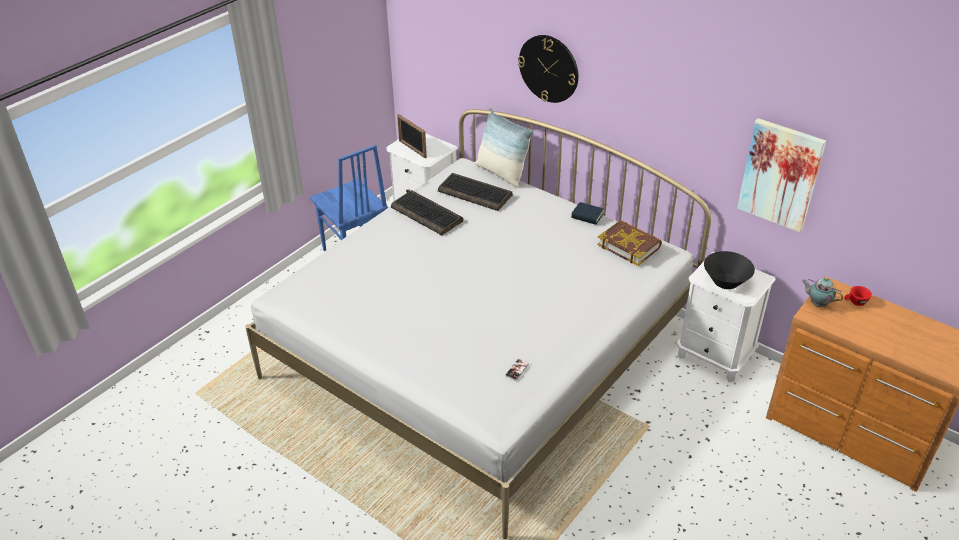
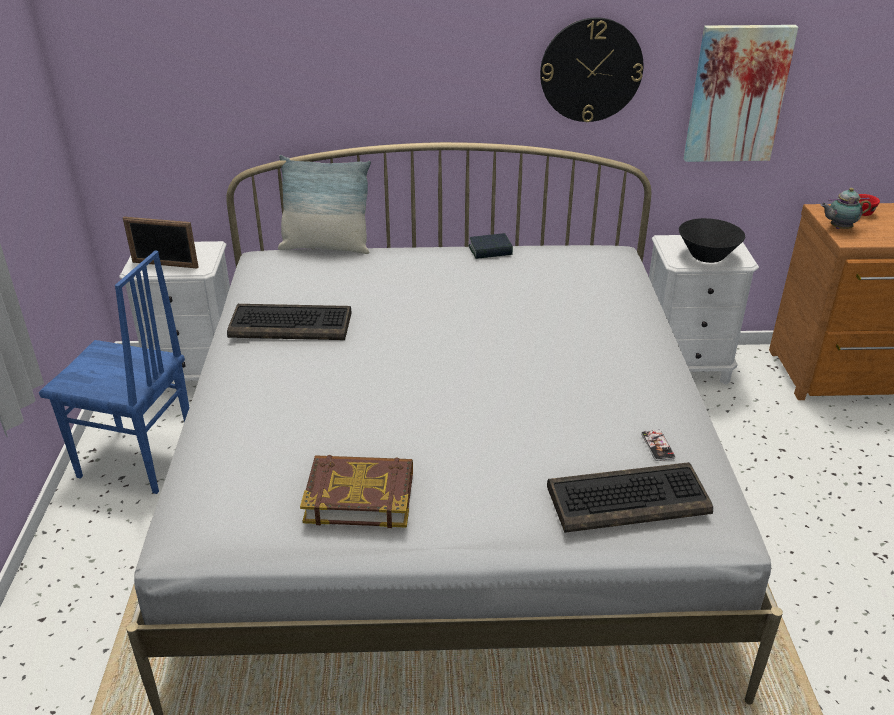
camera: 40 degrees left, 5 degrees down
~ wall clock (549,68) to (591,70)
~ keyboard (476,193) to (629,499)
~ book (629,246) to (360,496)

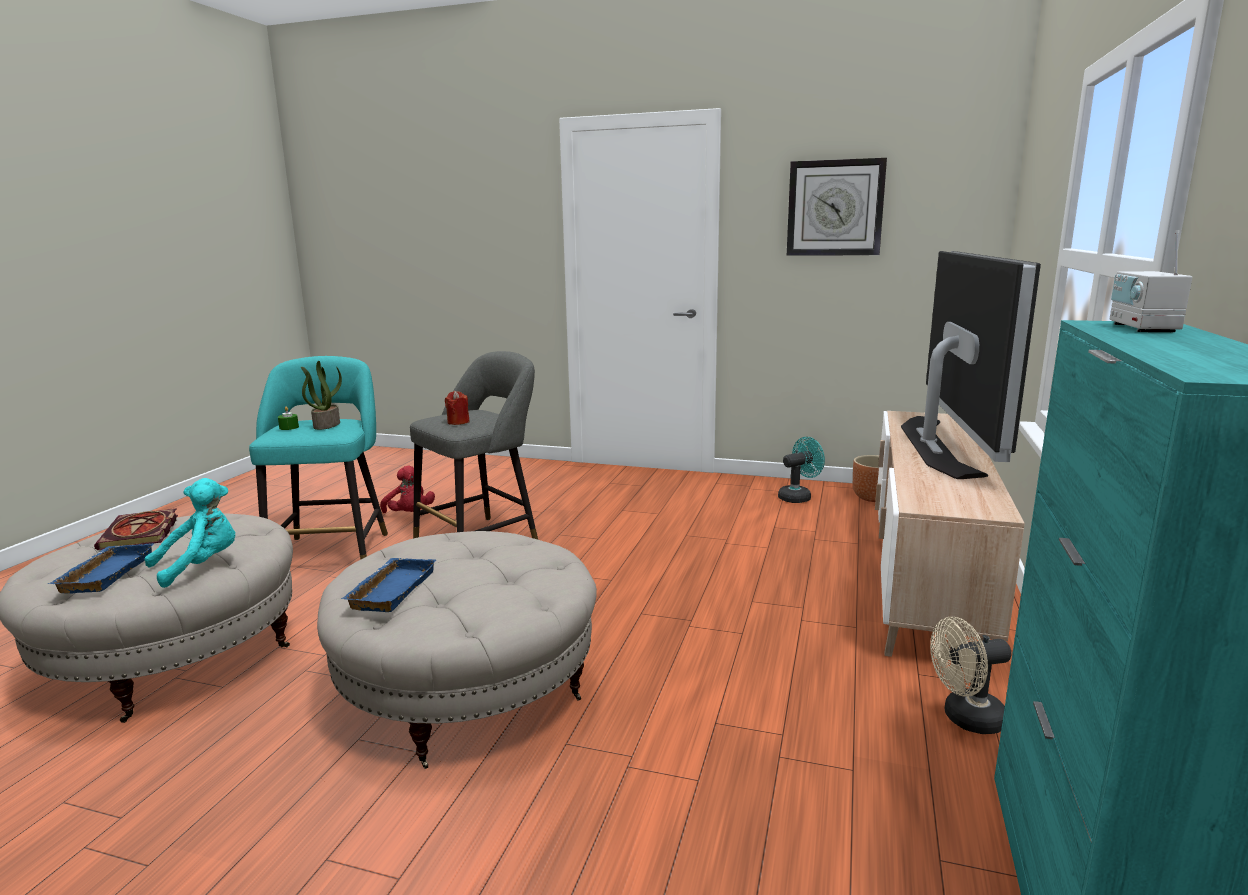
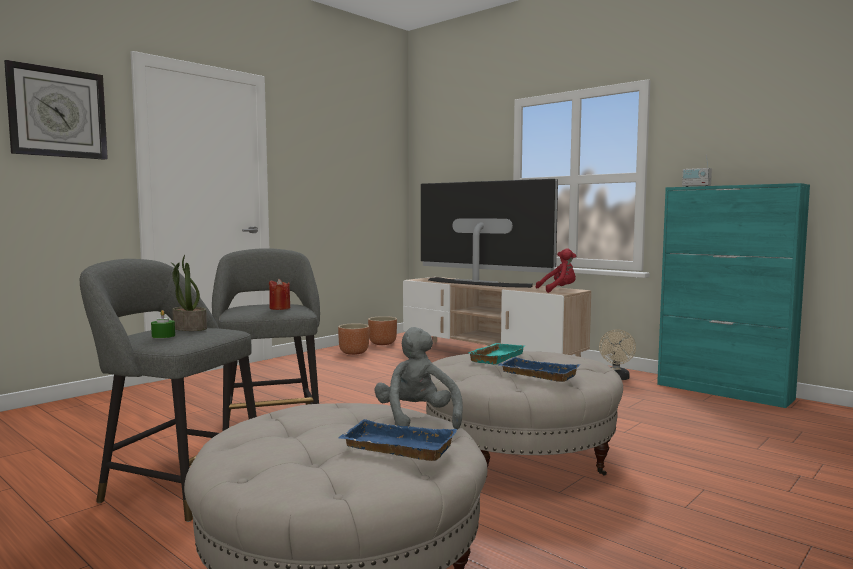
camera: 65 degrees left, 10 degrees down
~ wall clock (835,208) to (57,113)
~ turquoise stool (331,551) to grey stool (177,486)
~ turquoise fan (798,497) to brown planter (353,352)
~ red plush toy (410,515) to (558,290)
~ turquoise plush toy (201,566) to grey plush toy (417,419)
- book (141,533)
+ turquoise tray (495,357)

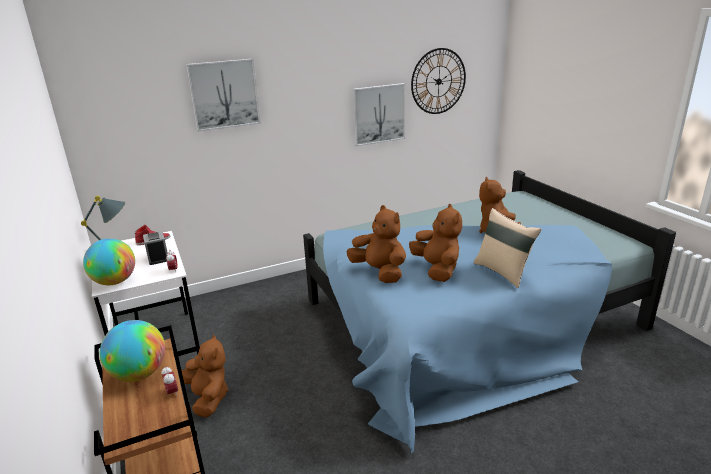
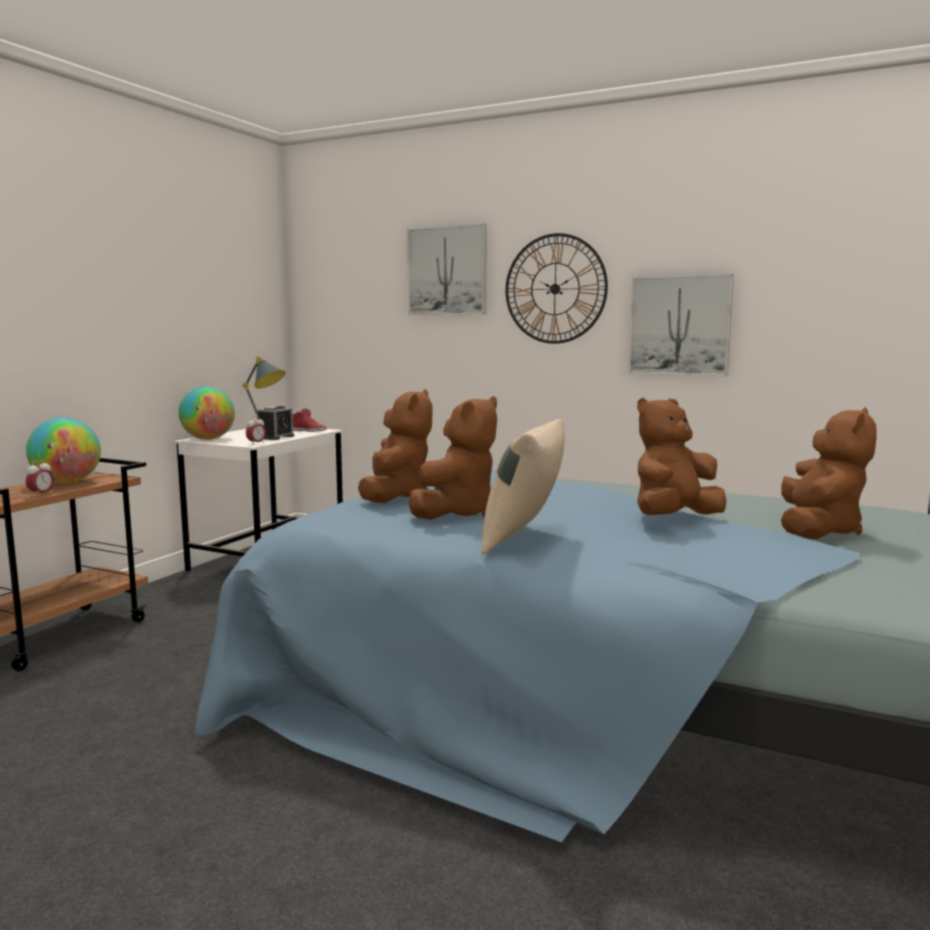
camera: 50 degrees right, 15 degrees down
~ wall clock (438,81) to (555,289)
~ brown plush toy (208,398) to (818,531)

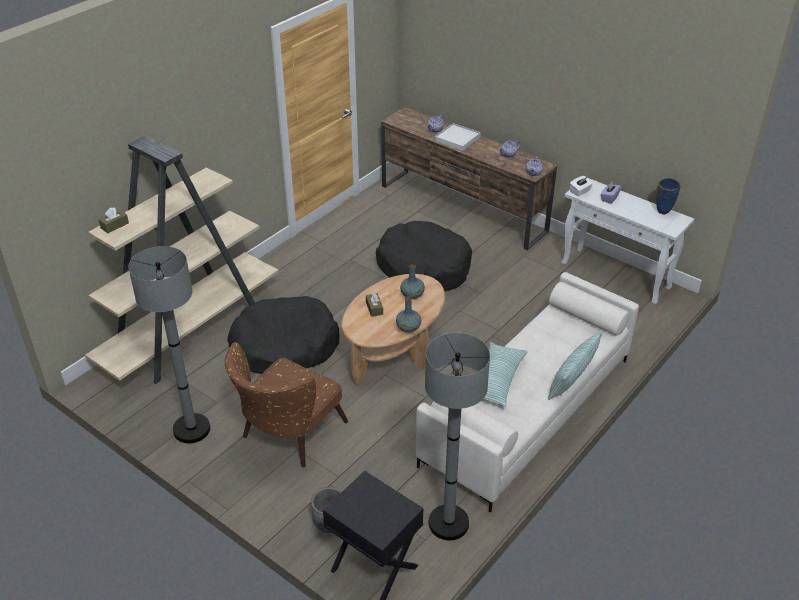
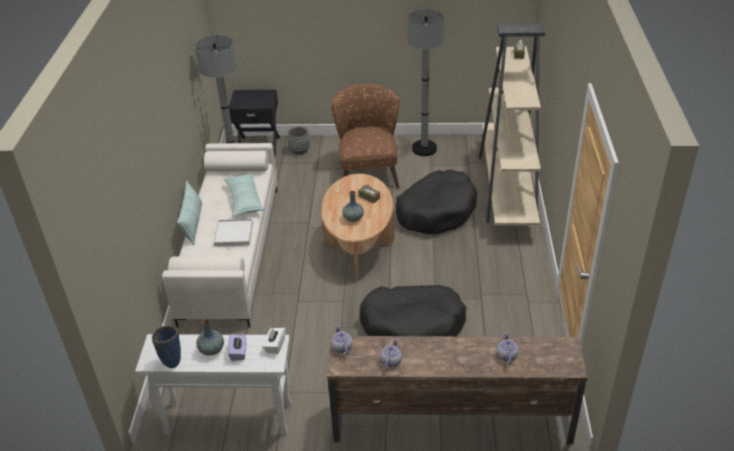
camera: 145 degrees right, 0 degrees up
~ white tray (457,138) to (234,234)
~ vase (408,328) to (211,350)

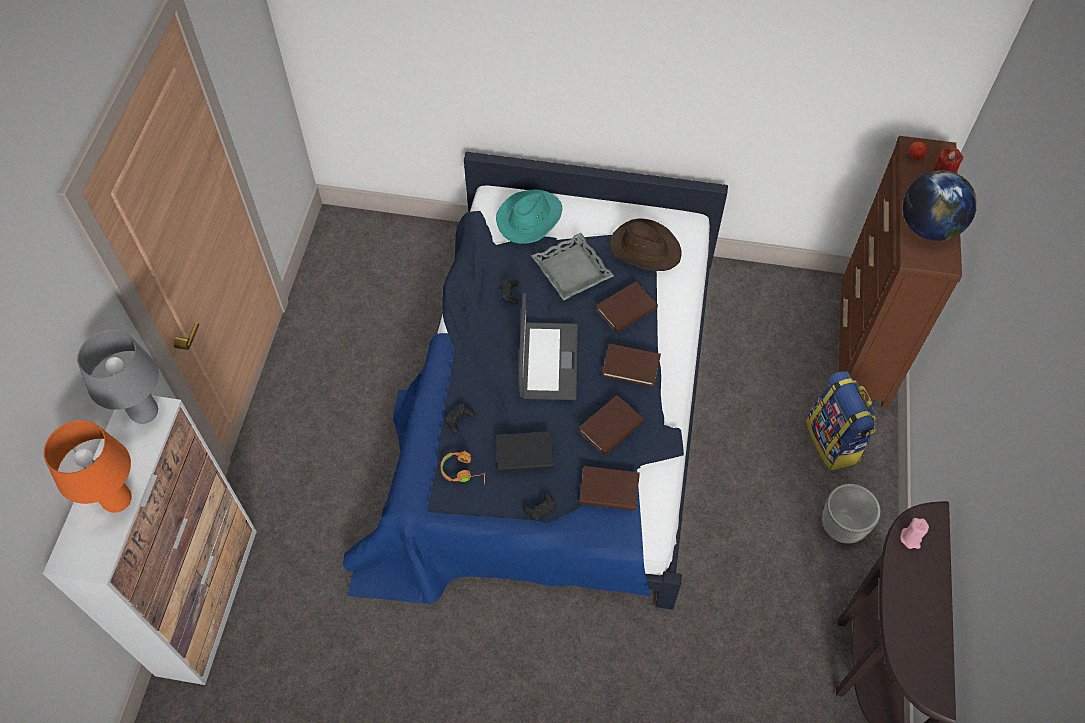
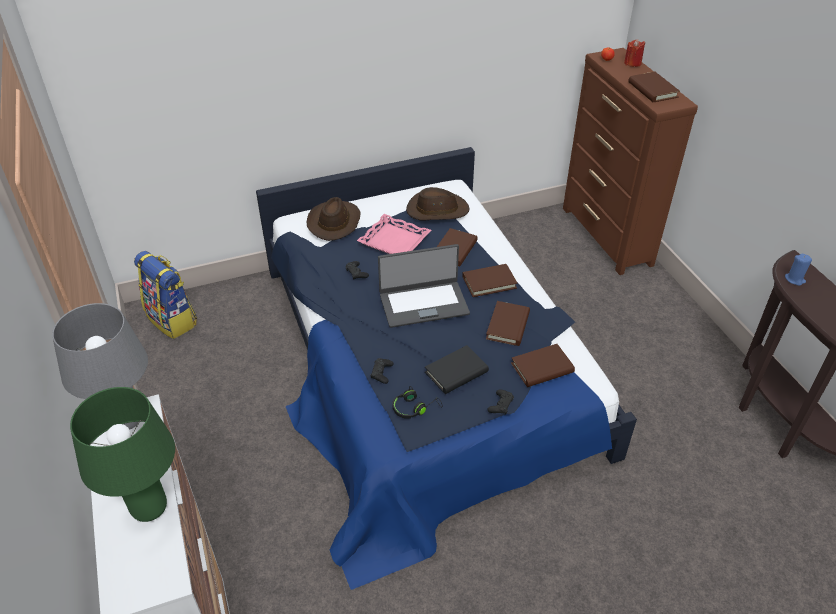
camera: 30 degrees left, 15 degrees down
~ globe (928,227) to brown book (652,90)
~ turquoise hat (529,218) to brown hat (334,222)
~ grey tray (572,270) to pink tray (394,241)
~ laptop (547,361) = (423,303) 105 degrees clockwise
~ backpack (834,441) to (173,320)
~ orange table lamp (117,500) to green table lamp (148,508)
~ orange headphones (463,471) to black headphones (415,408)
- planter (842,527)
~ pink candle (910,538) to blue candle (795,279)

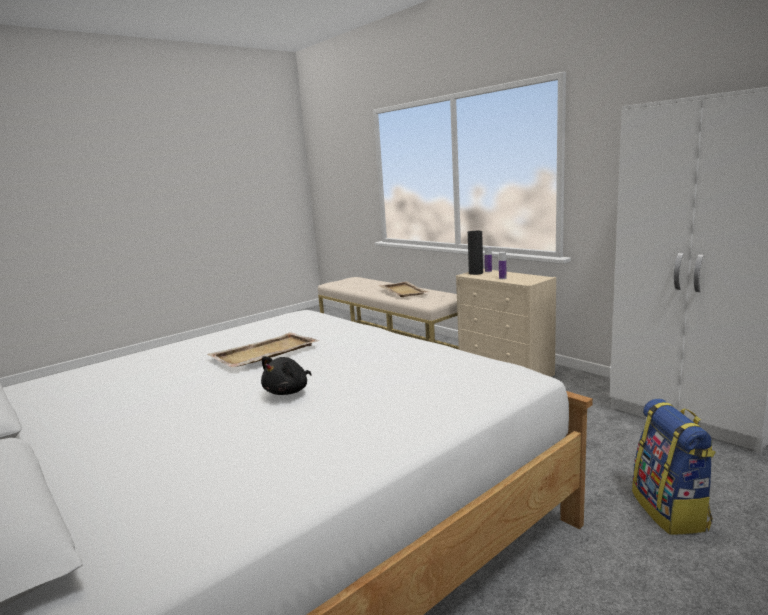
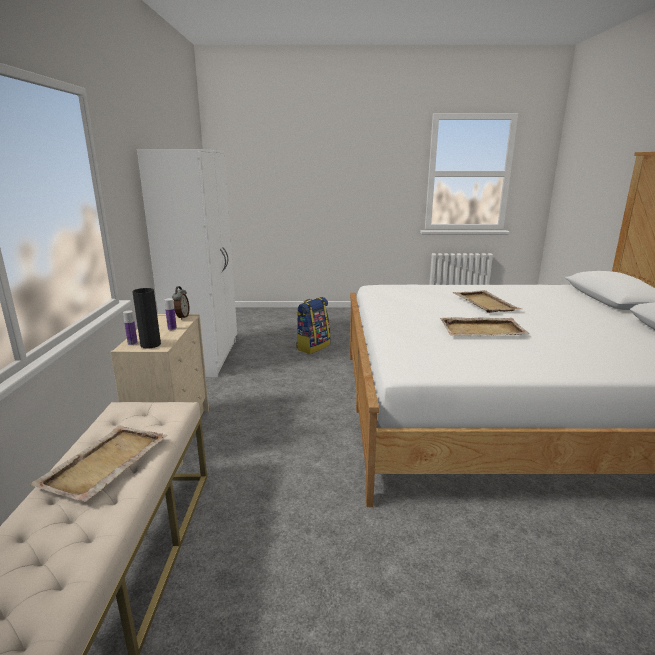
camera: 140 degrees left, 5 degrees up
~ black plush toy (288,391) to beige tray (484,303)
+ alarm clock (182,317)

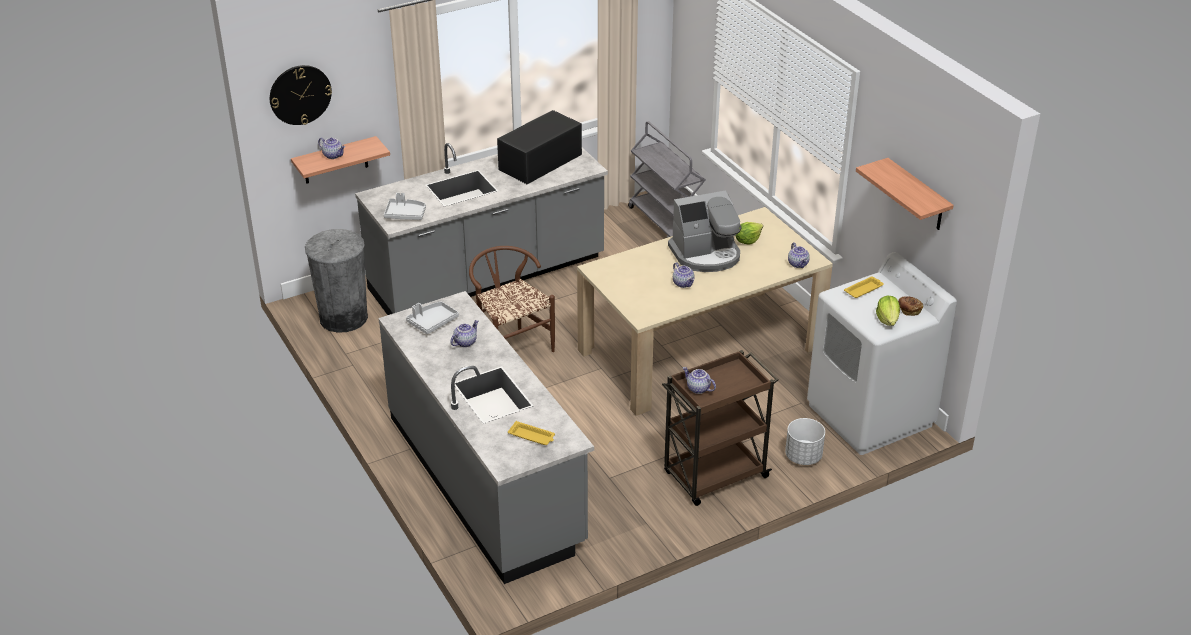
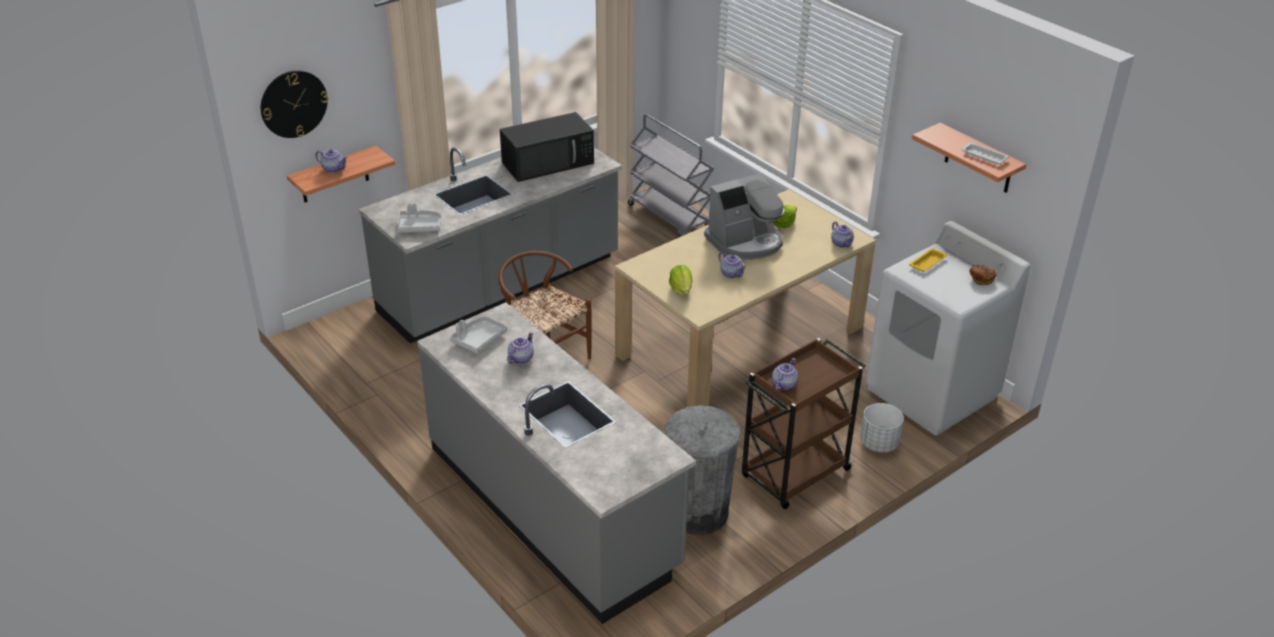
camera: 10 degrees left, 0 degrees up
~ black microwave (539,162) = (549,162) 150 degrees counterclockwise
~ grey trash can (343,317) to (697,512)
~ lettuce (887,320) to (681,289)
~ teapot (697,389) = (783,384) 90 degrees clockwise
- yellow tray (532,436)
+ white tray (983,156)

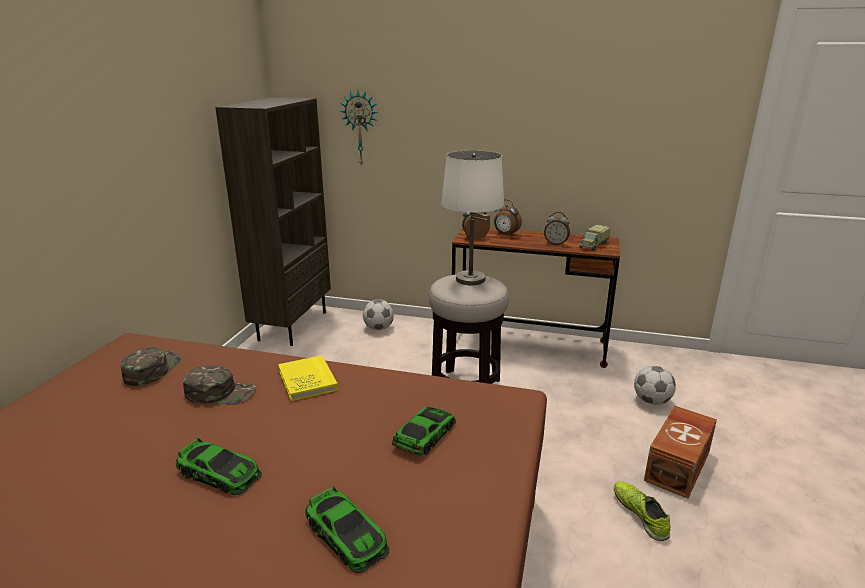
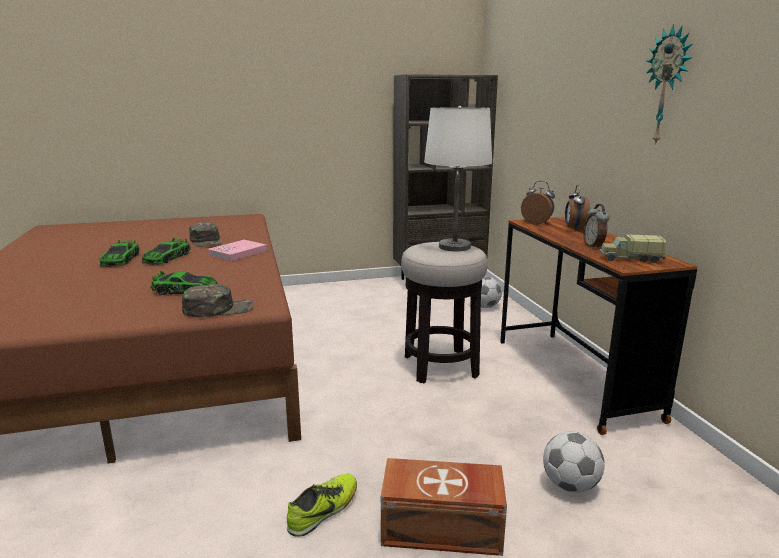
camera: 60 degrees right, 5 degrees down
~ wall clock (360,128) to (668,86)
~ green cap (152,369) to (219,309)
~ yellow book (307,380) to pink book (238,252)
~ toy car (346,536) to (166,258)

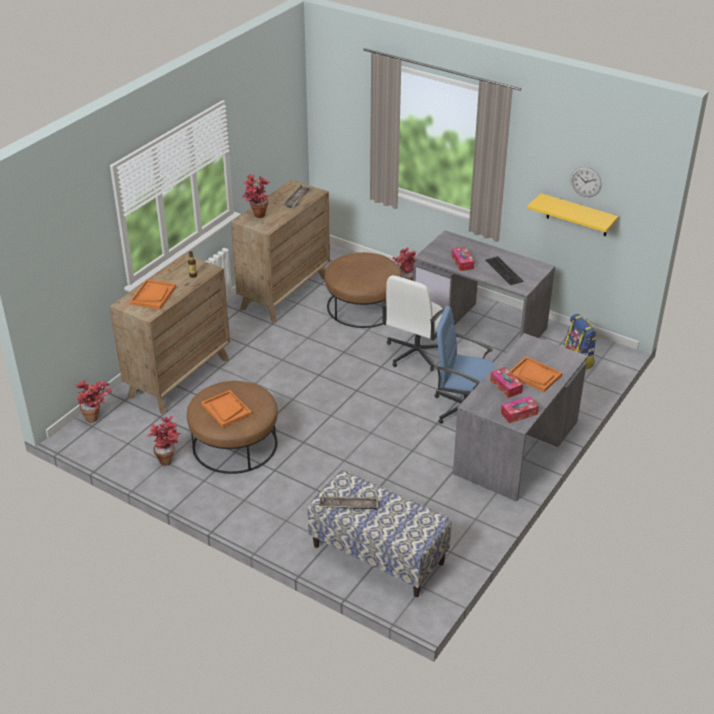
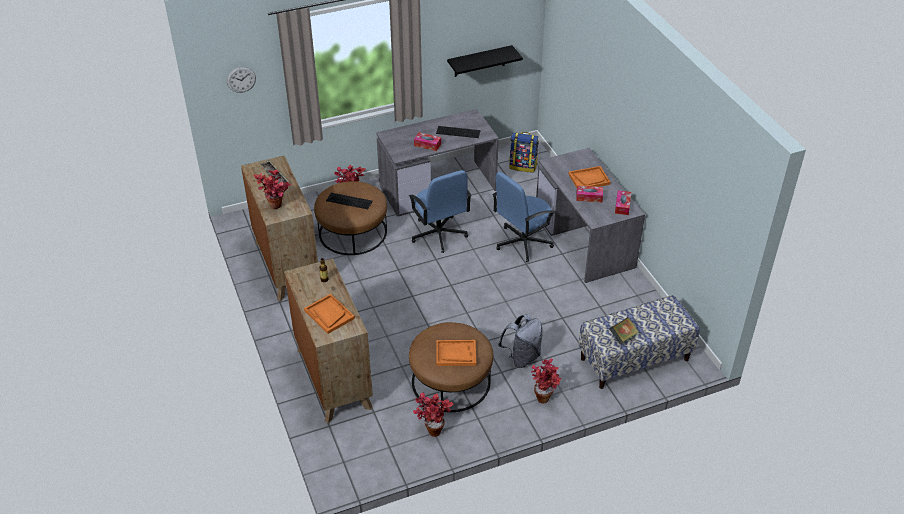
camera: 55 degrees left, 5 degrees up
~ wall clock (586,181) to (241,79)
~ yellow shelf (577,215) to black shelf (479,61)
~ white office chair (415,353) to blue office chair (438,234)
~ potted plant (97,418) to (544,396)
~ tray (348,505) to book (623,336)
+ keyboard (350,200)
+ grey backpack (522,357)

